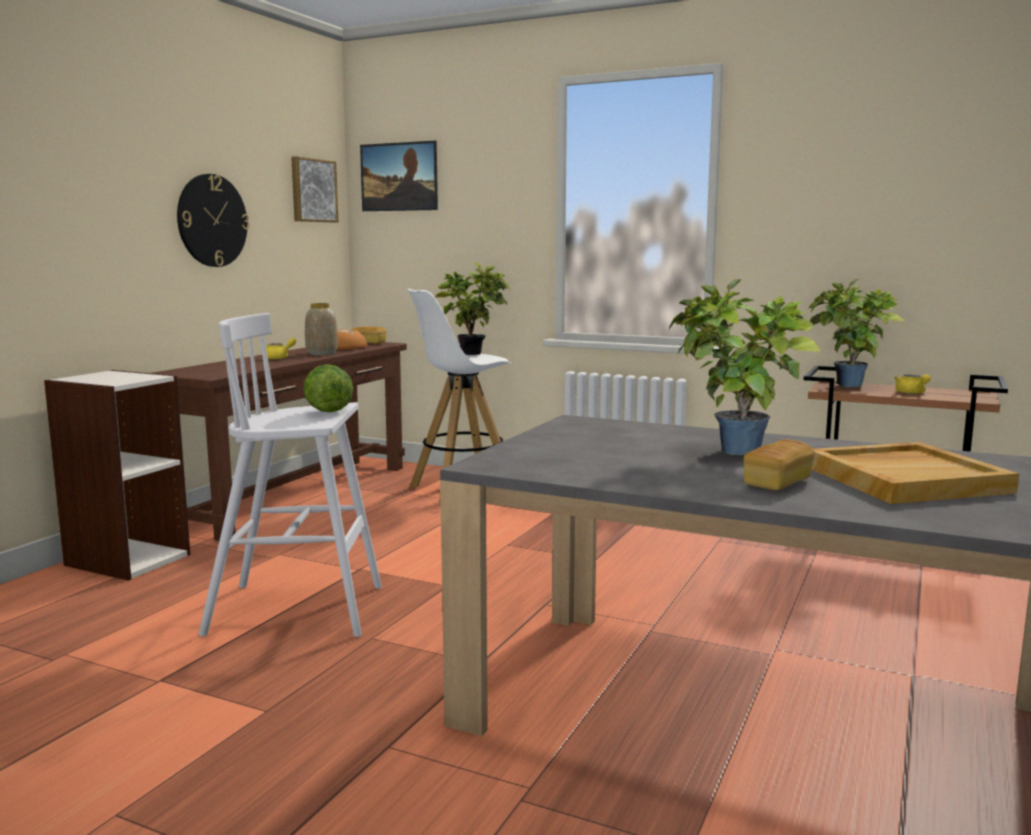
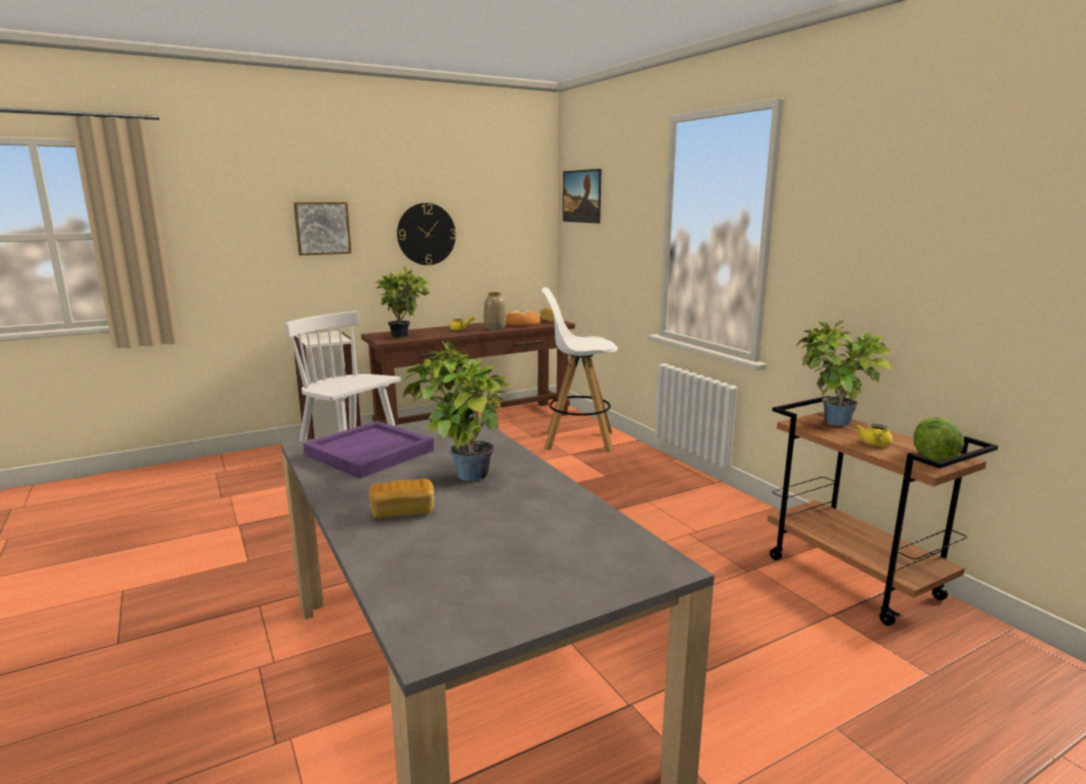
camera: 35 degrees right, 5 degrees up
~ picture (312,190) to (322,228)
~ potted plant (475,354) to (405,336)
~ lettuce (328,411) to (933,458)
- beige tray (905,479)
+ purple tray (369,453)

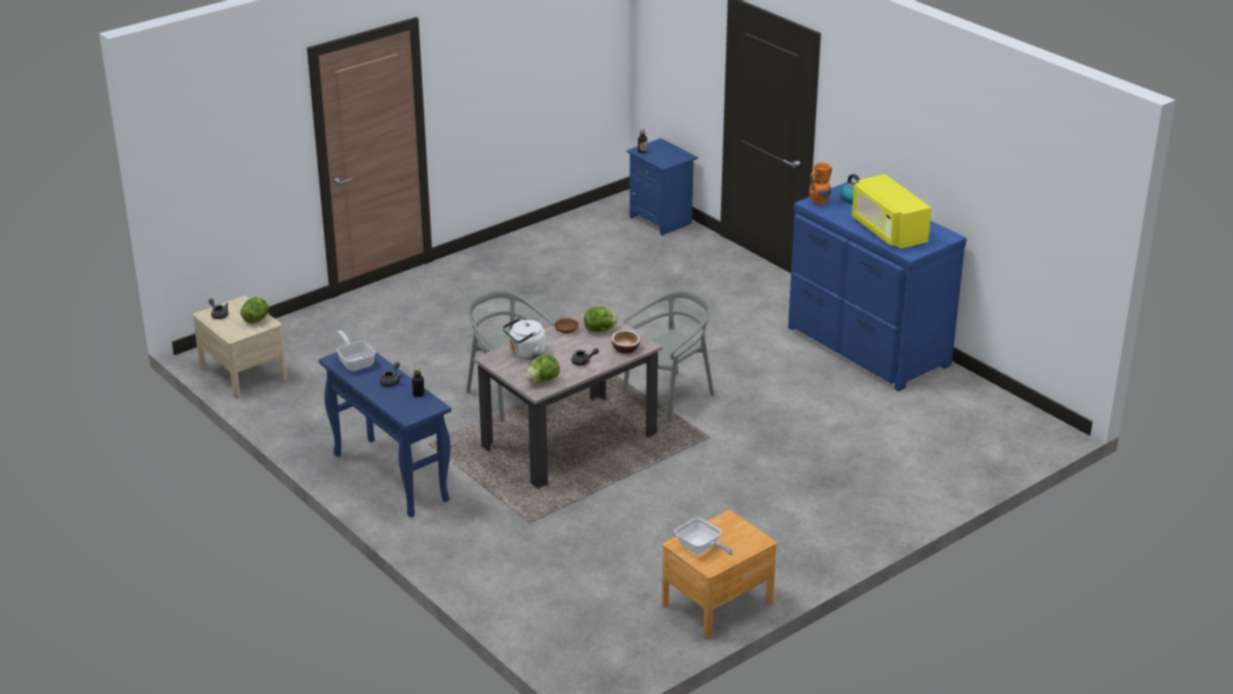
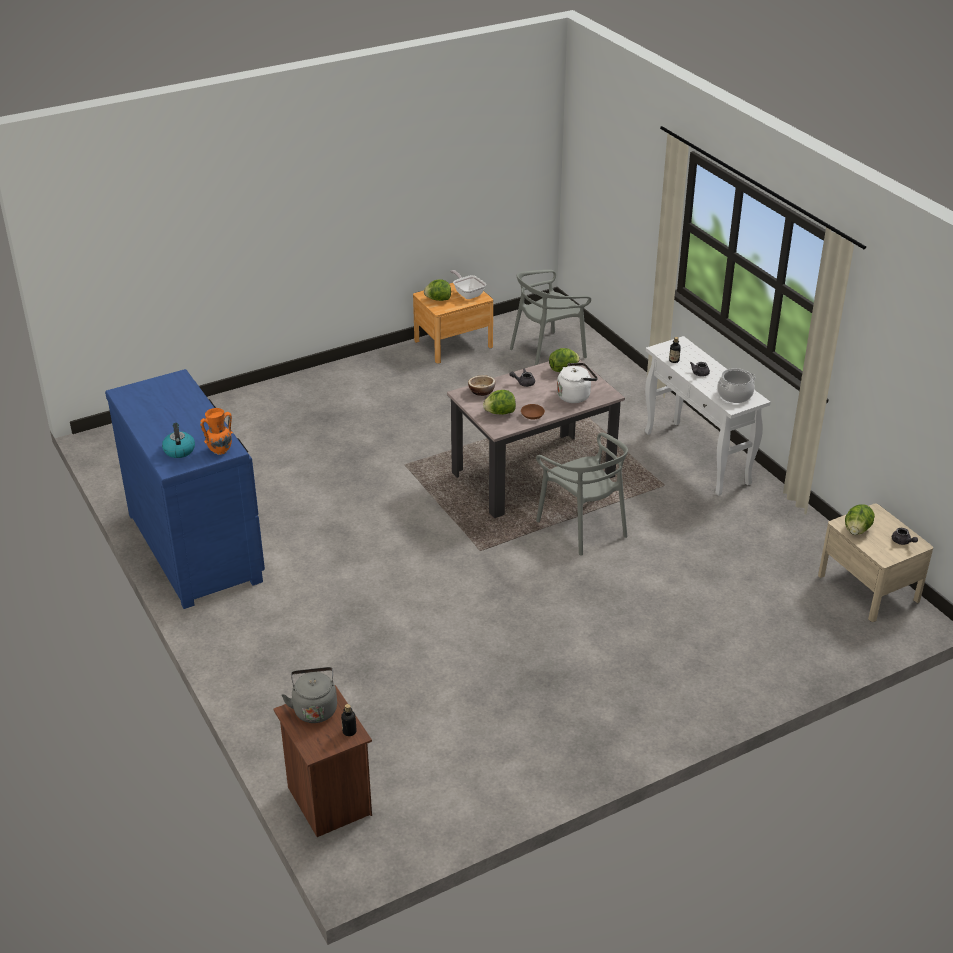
camera: 170 degrees left, 5 degrees up
~ blue nightstand (661,220) to brown nightstand (327,801)
- yellow microwave (888,231)
~ grey chair (669,396) to (547,351)
~ frying pan (355,361) to cooking pot (734,395)
~ blue console table (389,477) to white console table (697,458)
+ lettuce (438,299)
+ grey kettle (314,708)

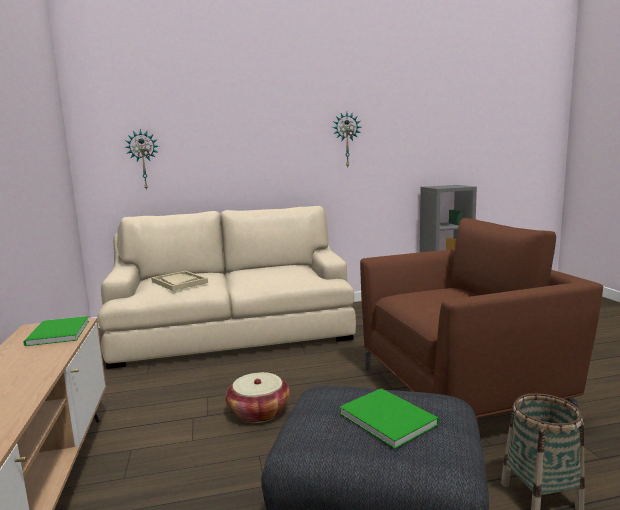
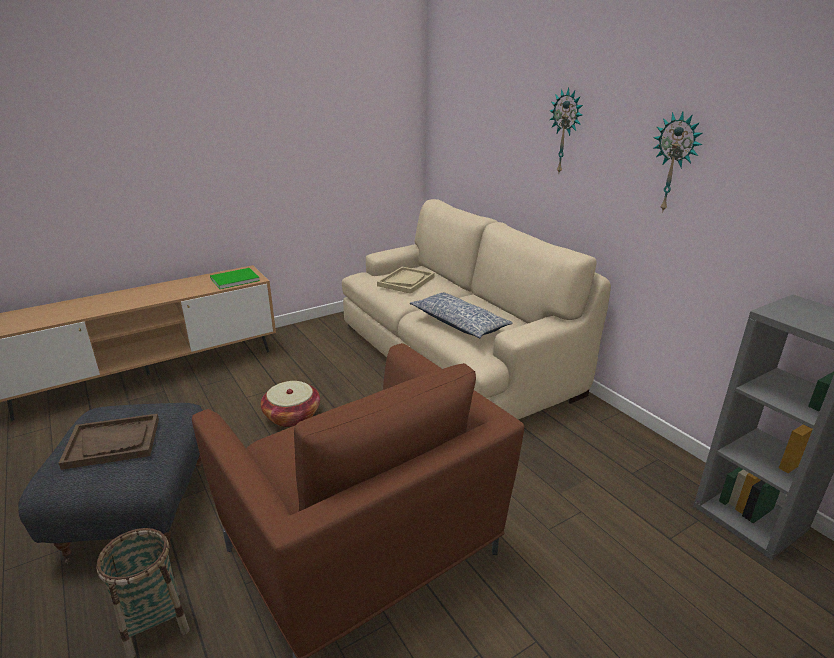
camera: 70 degrees right, 15 degrees up
~ wall clock (143,160) to (566,132)
~ green book (387,417) to brown tray (113,443)
+ pillow (459,323)

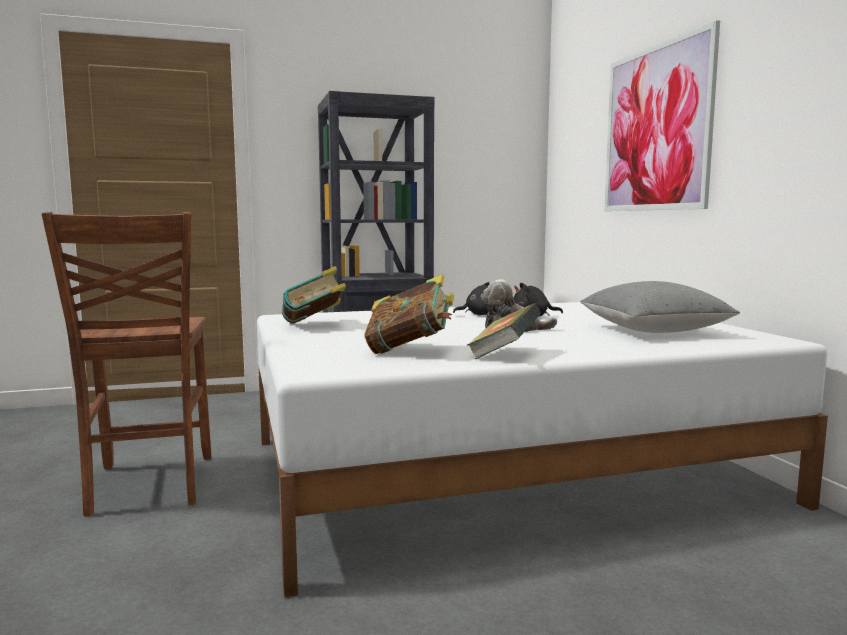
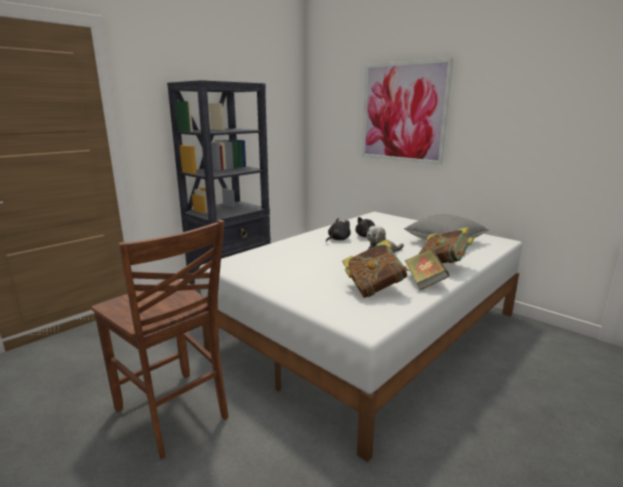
camera: 30 degrees left, 10 degrees up
~ book (314,326) to (443,266)

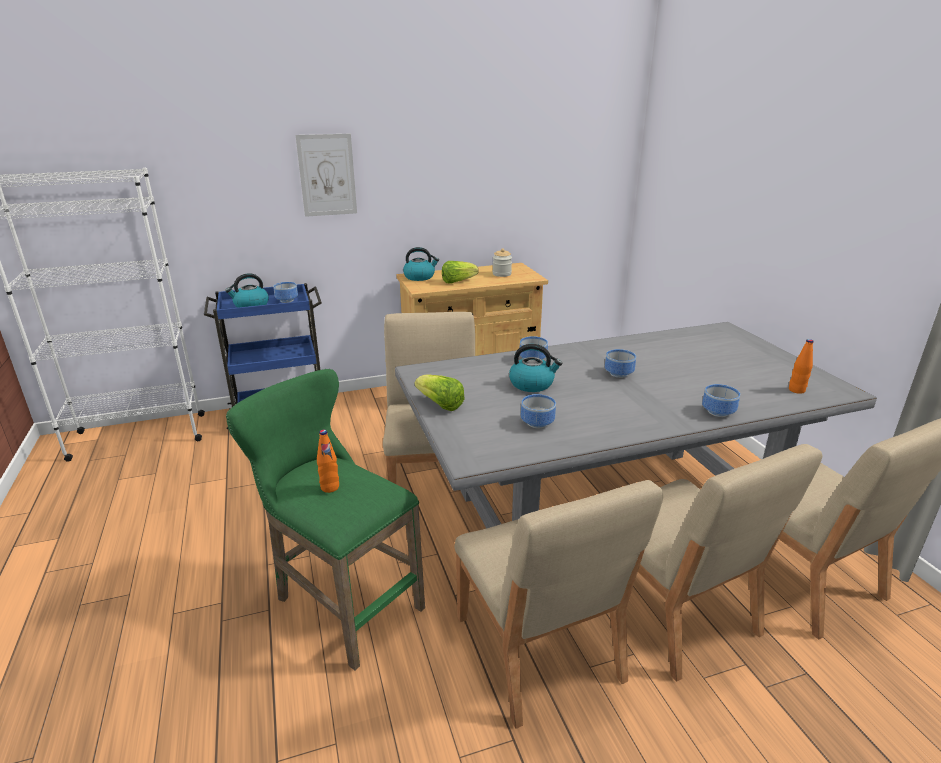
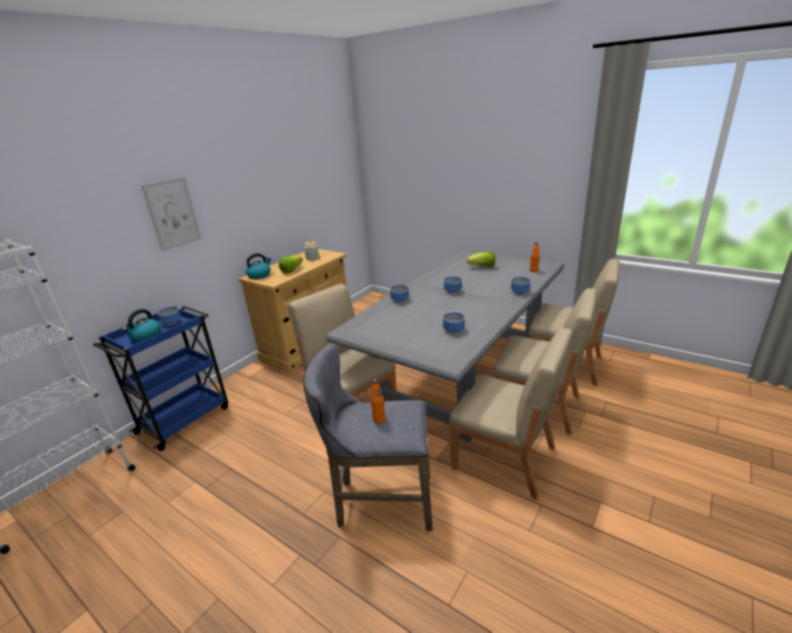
camera: 35 degrees left, 0 degrees up
- kettle (532,384)
~ green stool (342,602) to grey stool (379,502)
~ lettuce (440,404) to (482,267)

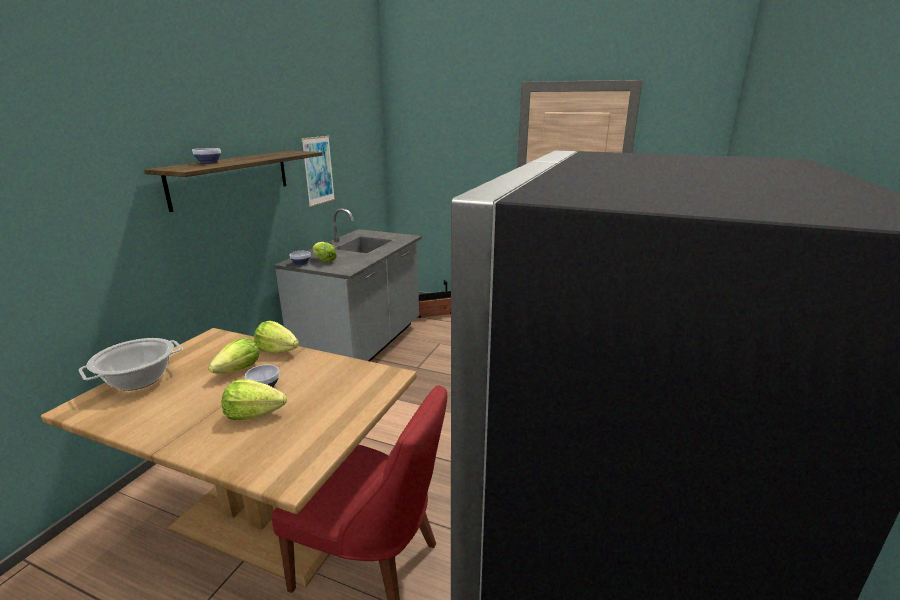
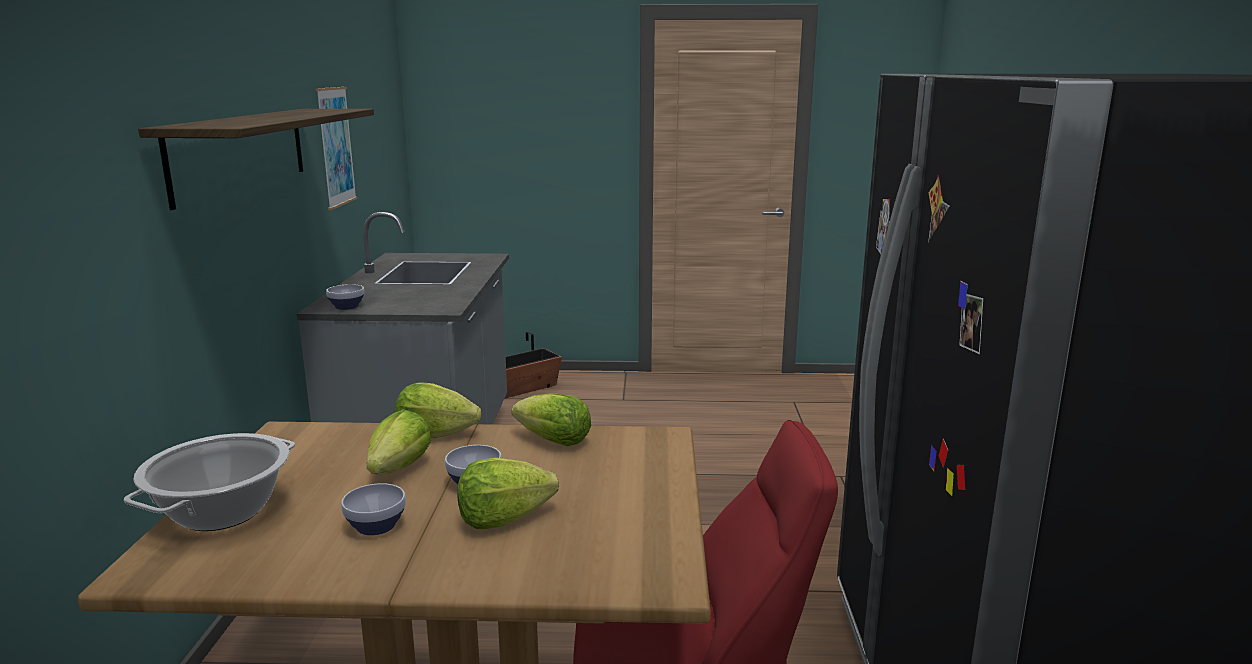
camera: 20 degrees left, 5 degrees down
~ bowl (208,162) to (377,527)
~ lettuce (324,261) to (554,441)

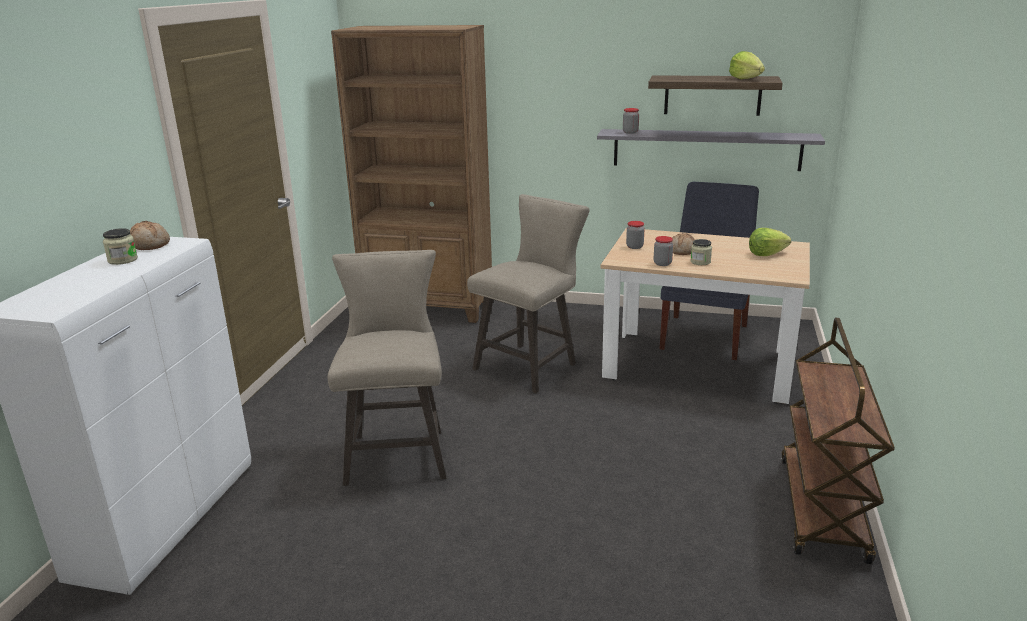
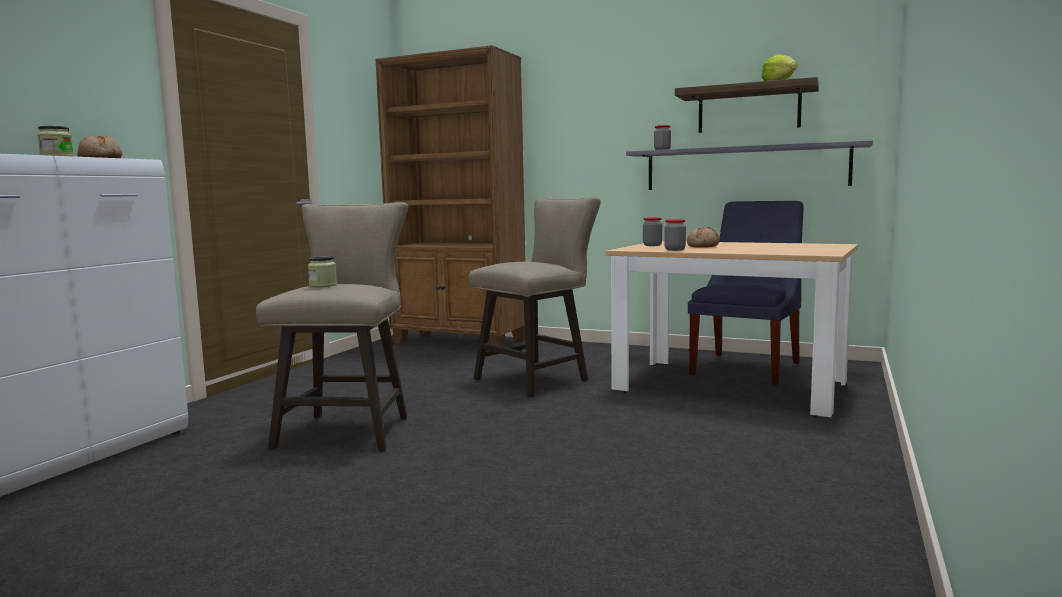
camera: 10 degrees right, 15 degrees down
- lettuce (766,254)
~ jar (700,262) to (323,285)
- brown cart (823,510)

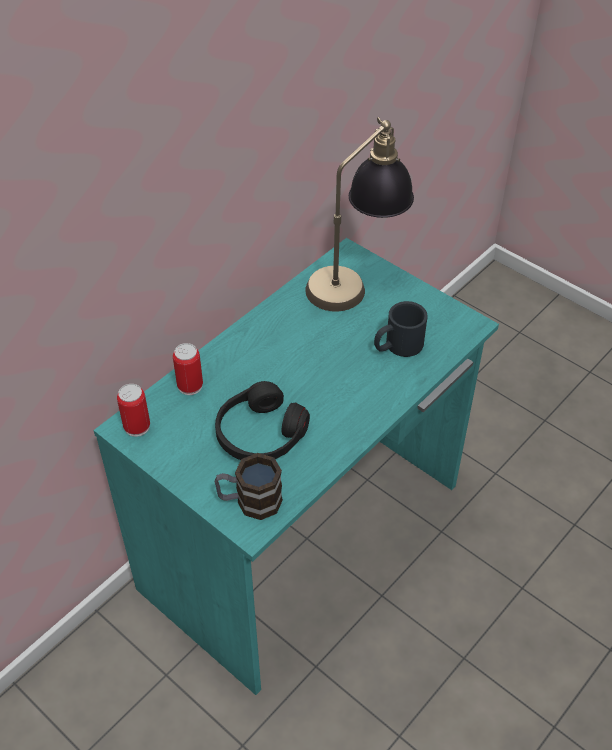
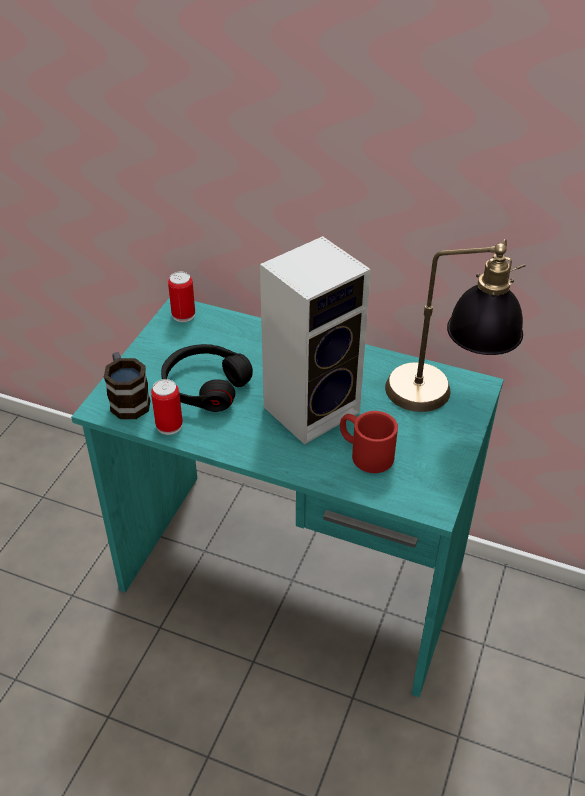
camera: 70 degrees right, 5 degrees down
~ black mug (397,346) to red mug (365,453)
~ can (190,386) to (169,425)
+ speaker (313,407)

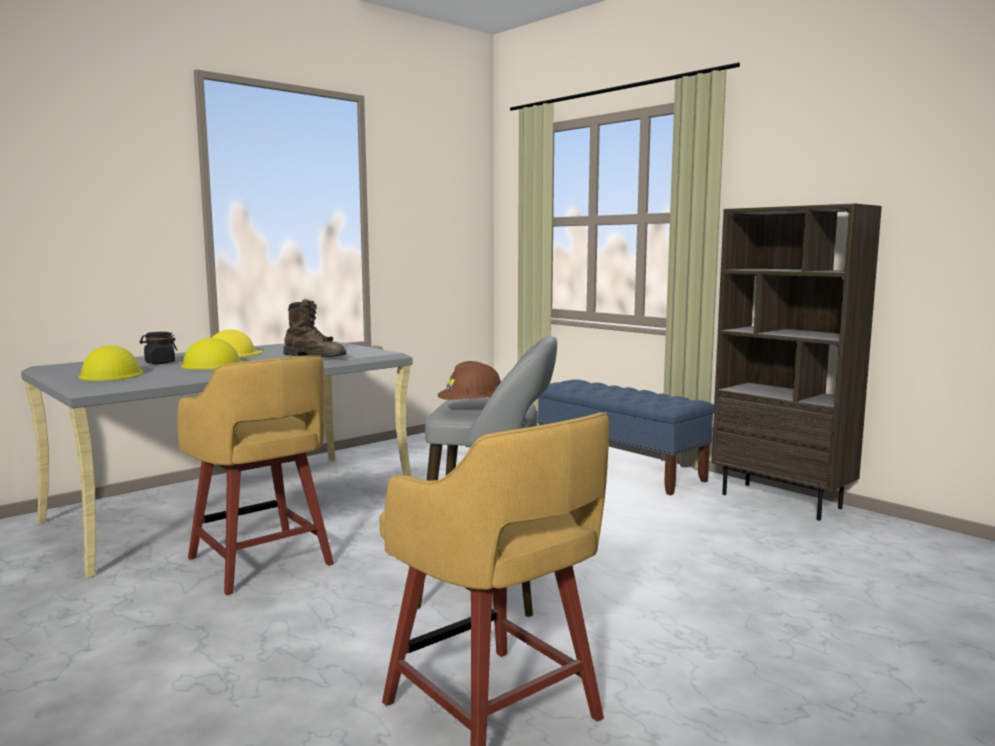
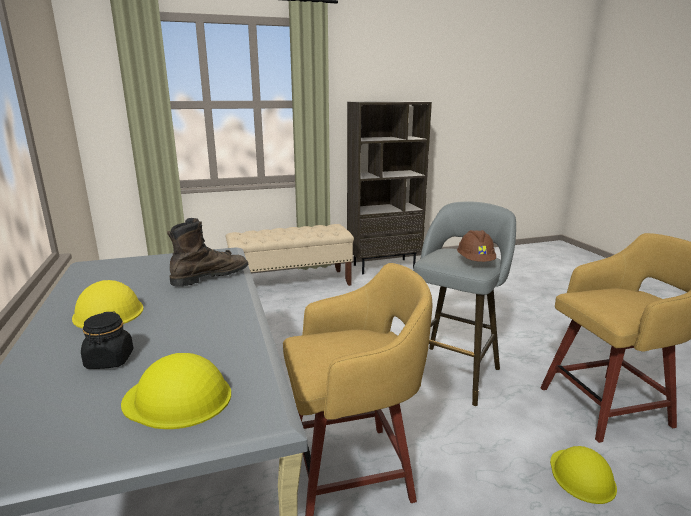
camera: 65 degrees left, 10 degrees up
~ yellow hard hat (214,365) to (582,475)
~ blue bench (619,469) to beige bench (291,284)

